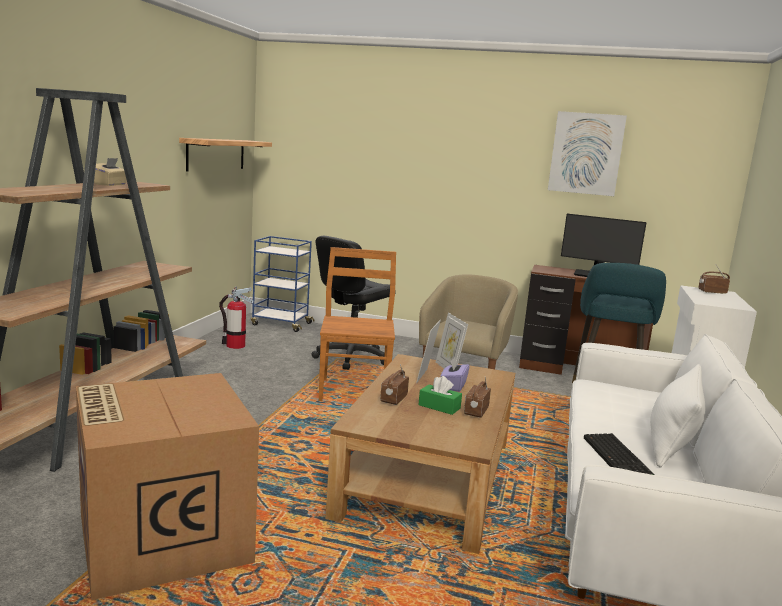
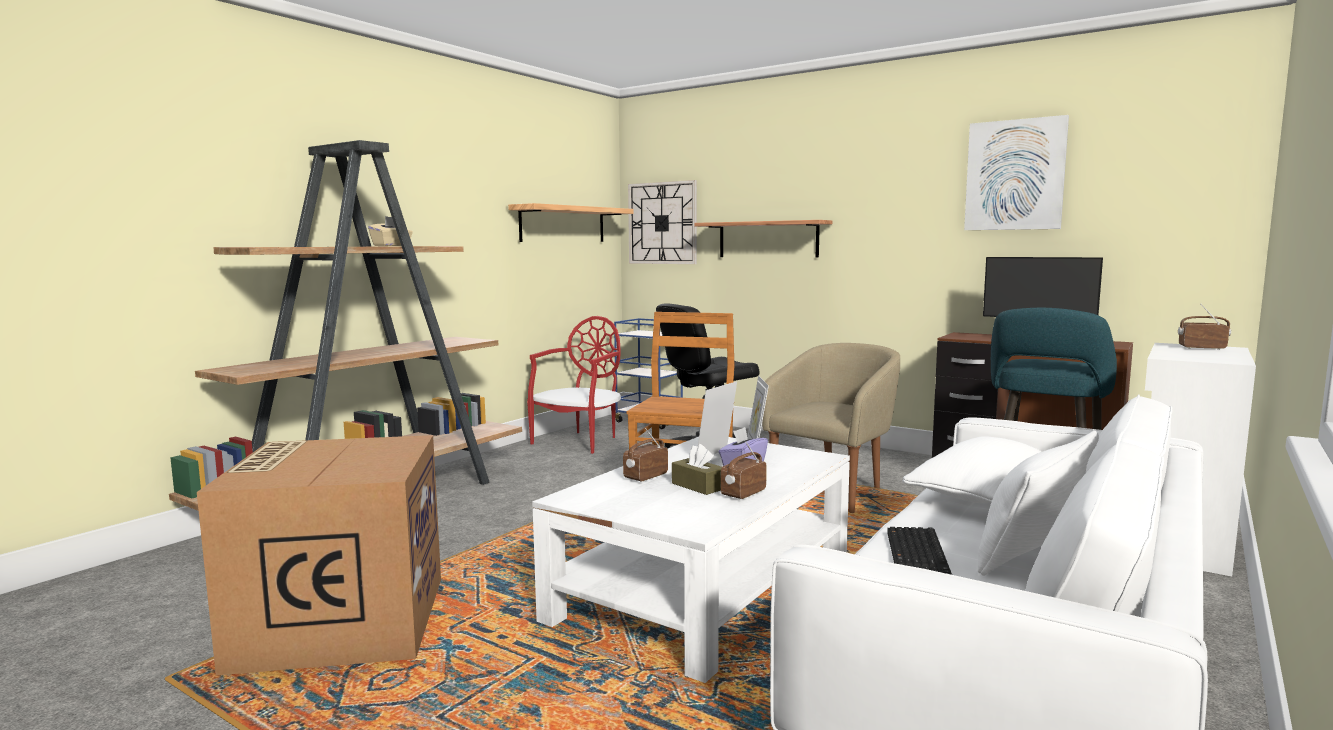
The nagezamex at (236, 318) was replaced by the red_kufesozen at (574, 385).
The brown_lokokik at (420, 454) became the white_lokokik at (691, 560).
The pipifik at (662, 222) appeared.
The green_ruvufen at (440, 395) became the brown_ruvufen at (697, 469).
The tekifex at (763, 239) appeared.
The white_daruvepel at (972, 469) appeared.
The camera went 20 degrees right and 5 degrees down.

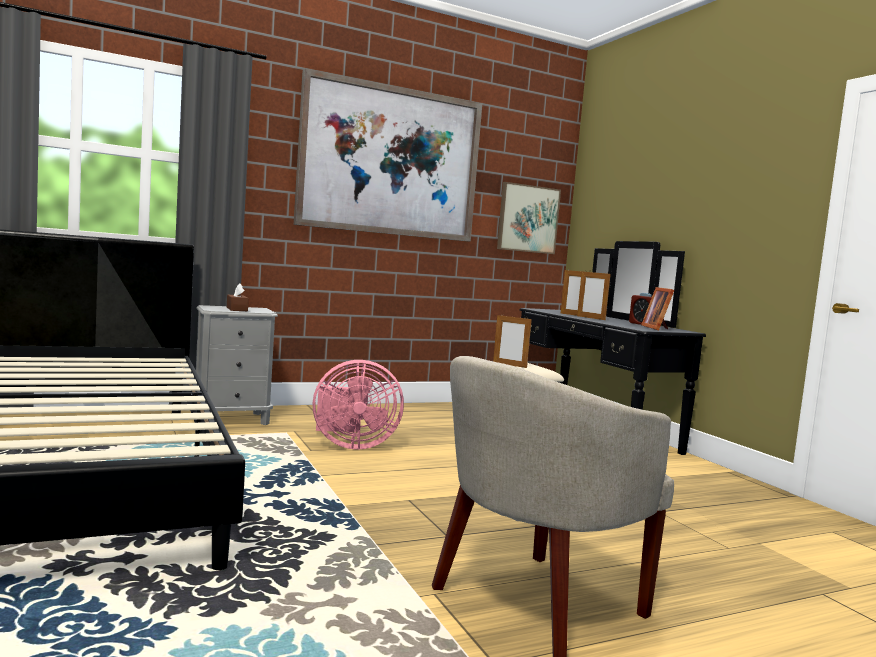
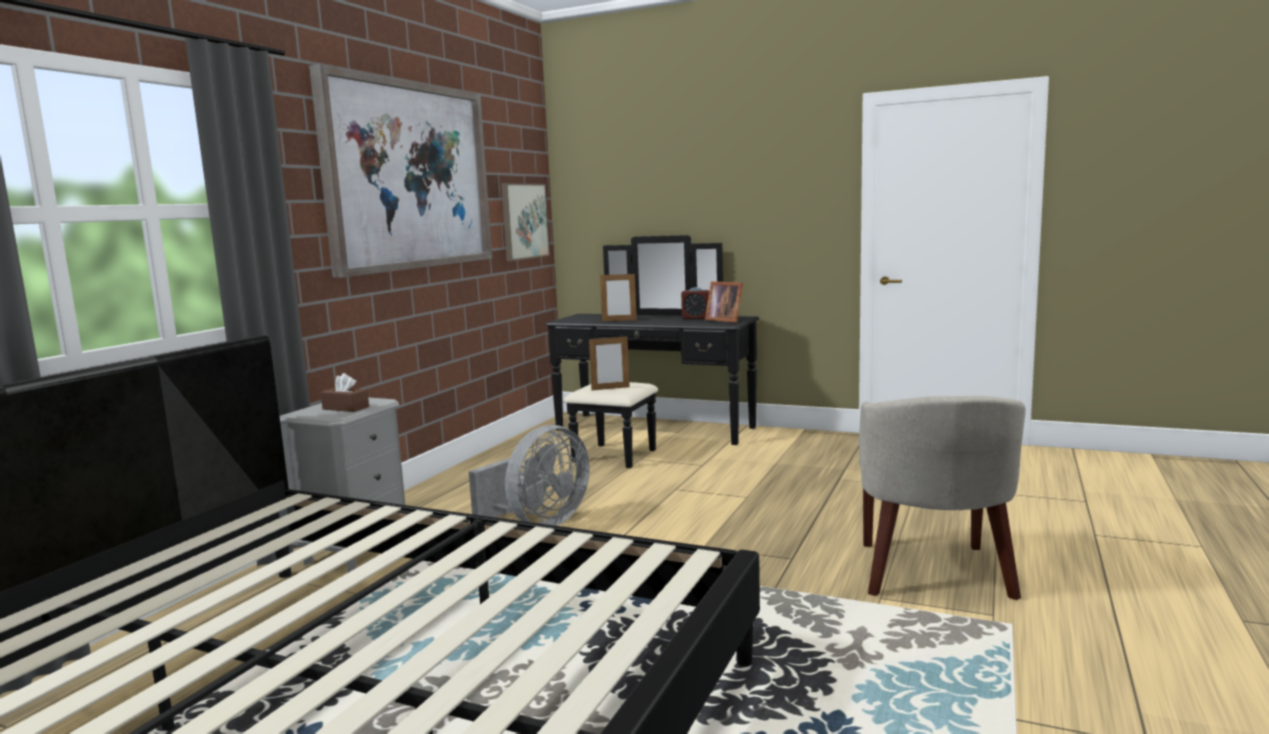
The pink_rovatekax at (358, 405) became the grey_rovatekax at (529, 475).
The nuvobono at (594, 295) disappeared.
The camera went 40 degrees left and 5 degrees up.

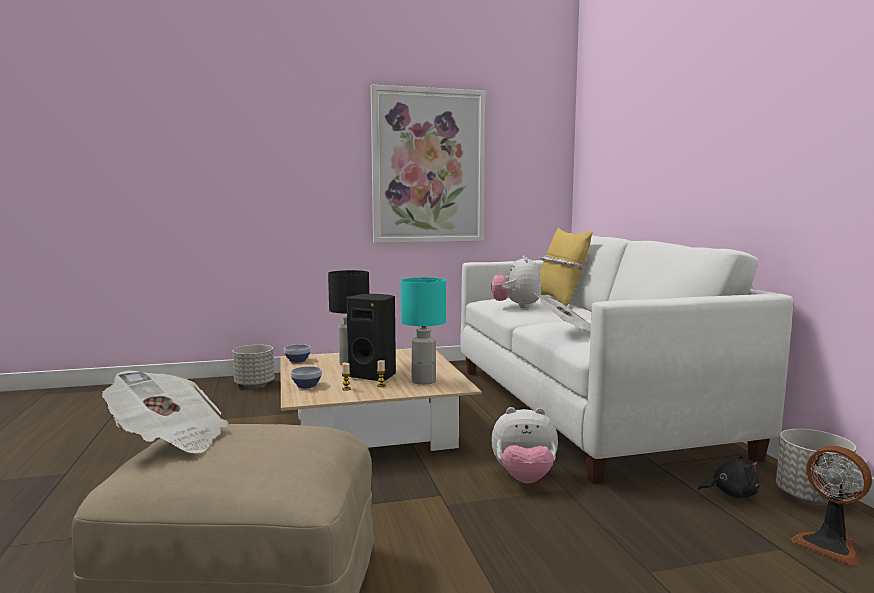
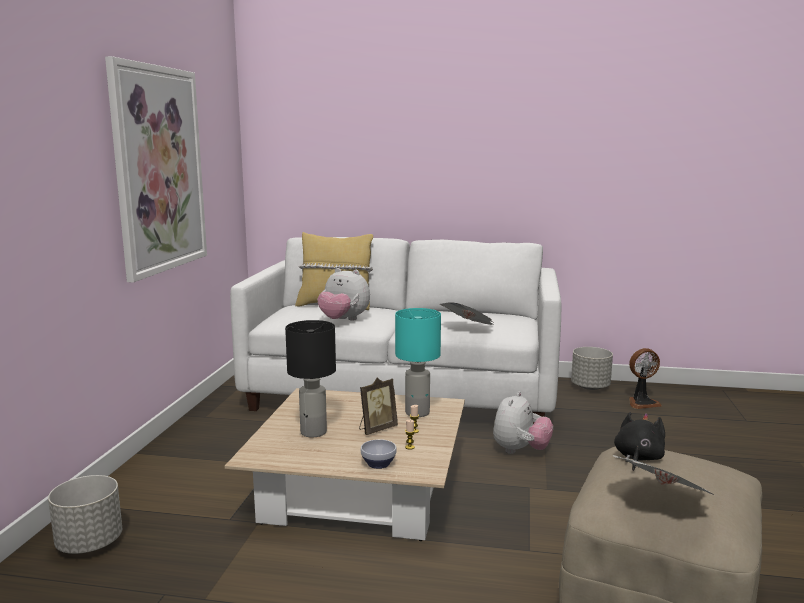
The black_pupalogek at (371, 337) was replaced by the nuvobono at (378, 406).
The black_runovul moved from (728, 476) to (639, 441).
The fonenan at (297, 353) disappeared.
The camera went 65 degrees left and 5 degrees up.

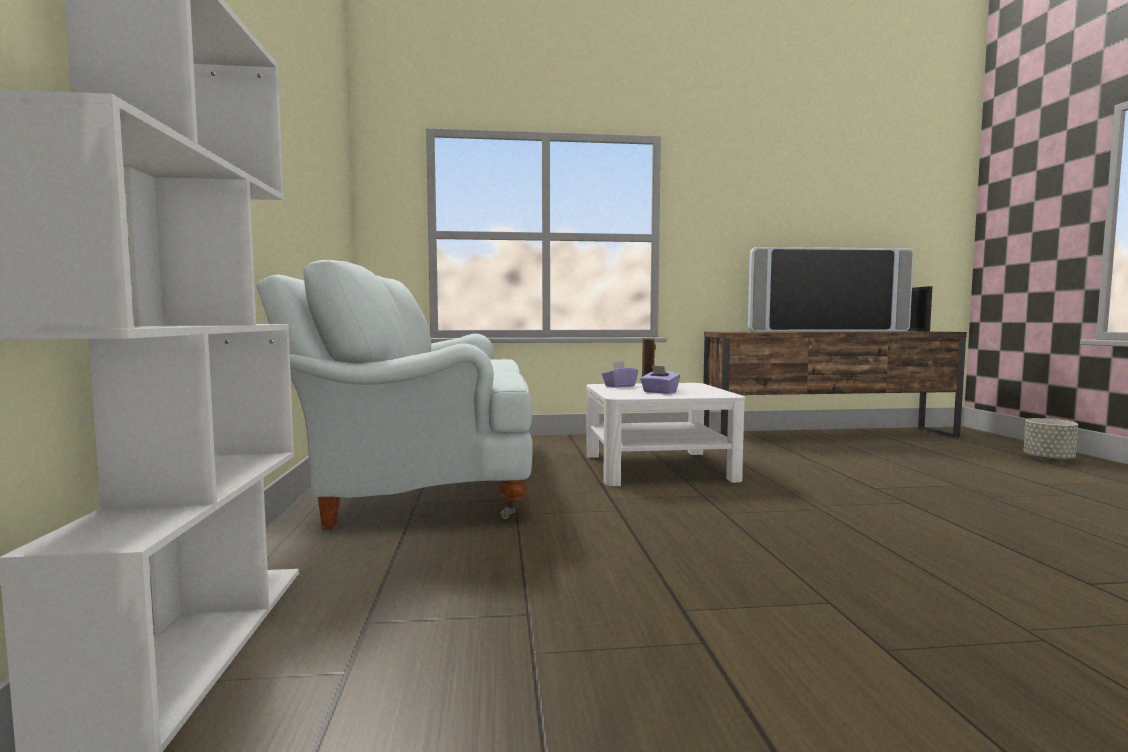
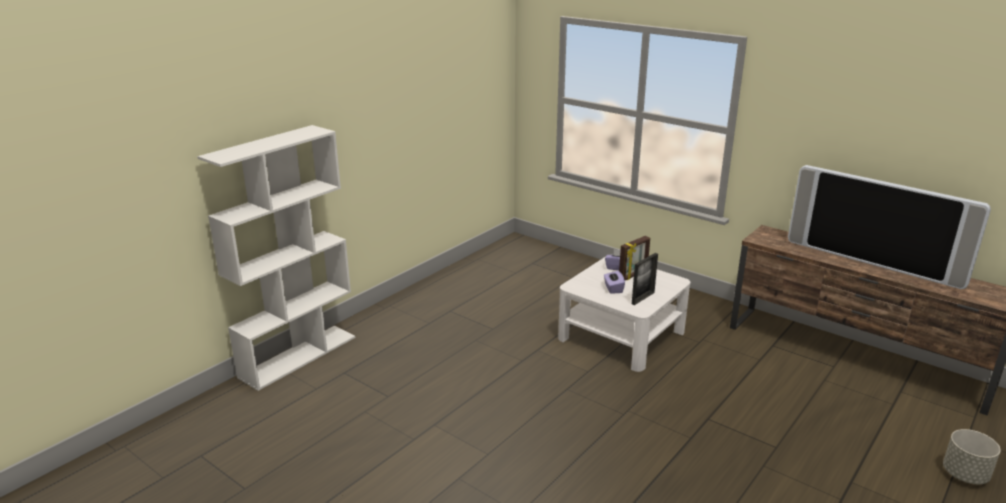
The nuvobono moved from (919, 309) to (645, 279).
The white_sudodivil at (394, 394) disappeared.
The camera went 45 degrees right and 20 degrees up.

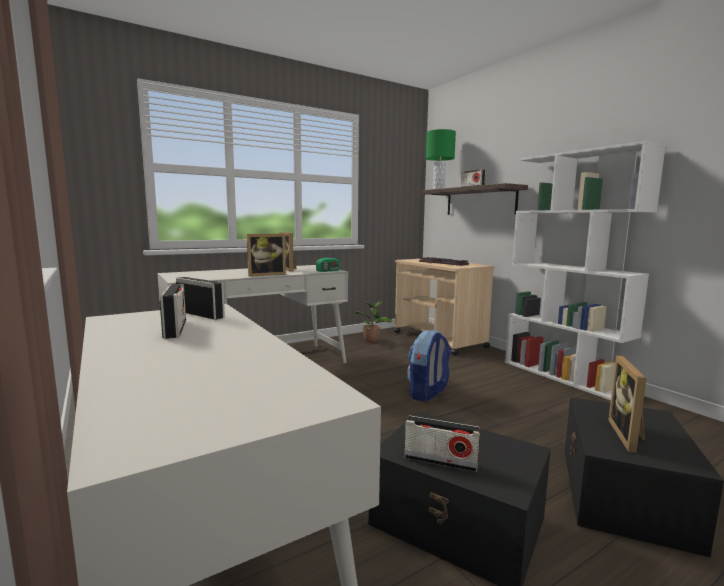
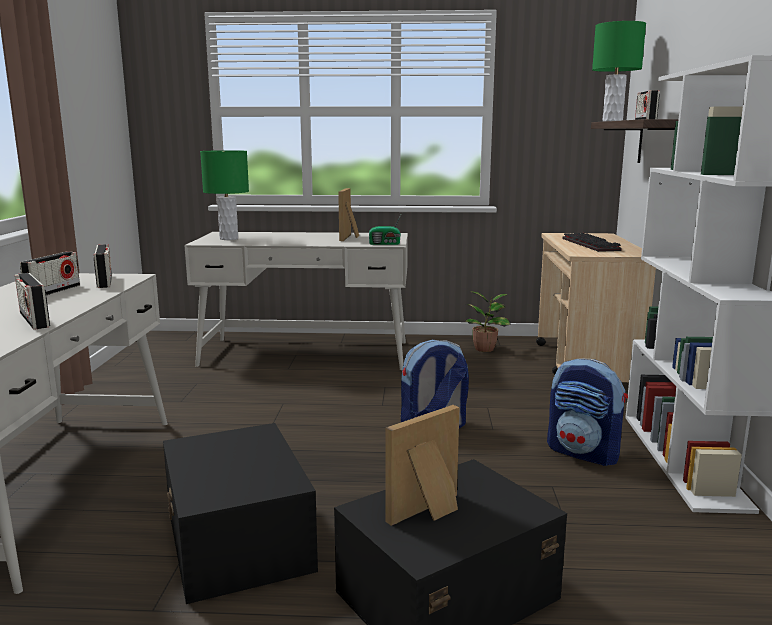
The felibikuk moved from (442, 443) to (32, 301).
The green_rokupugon at (224, 195) appeared.
The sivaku at (587, 412) appeared.
The nuvobono at (266, 255) disappeared.
The camera went 35 degrees right and 5 degrees up.

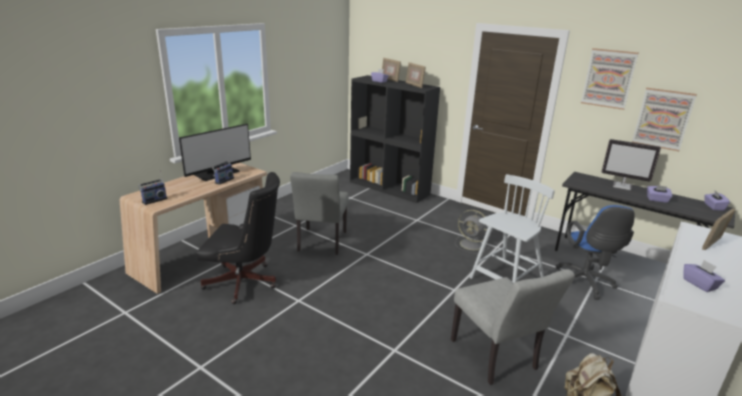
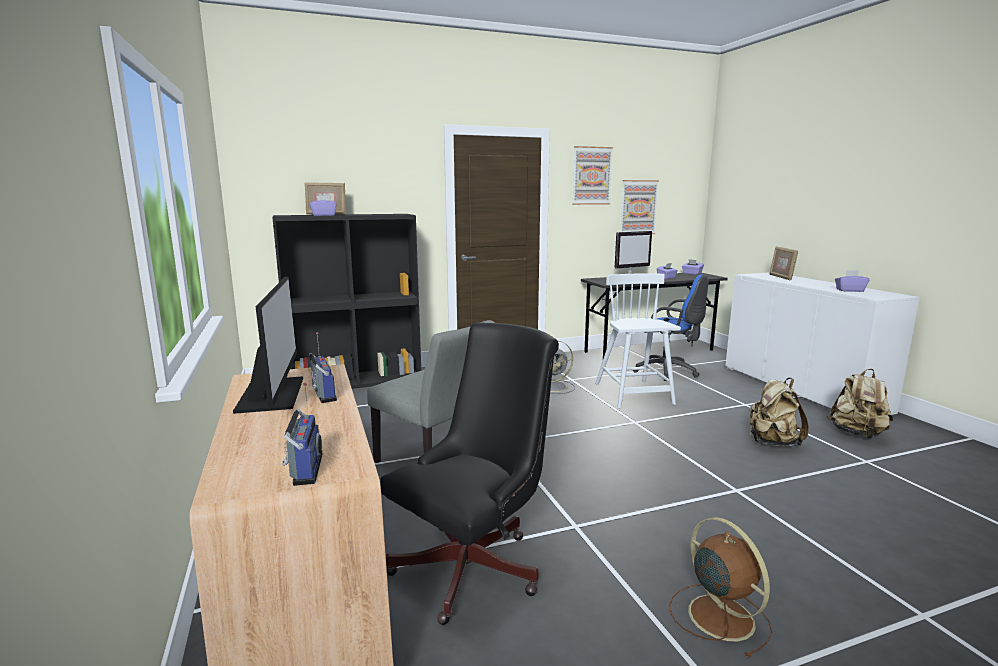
The brown_rovatekax at (721, 587) appeared.
The grey_kufesozen at (513, 327) was replaced by the beige_sivaku at (779, 412).
The nuvobono at (416, 75) disappeared.
The camera went 55 degrees left and 10 degrees down.

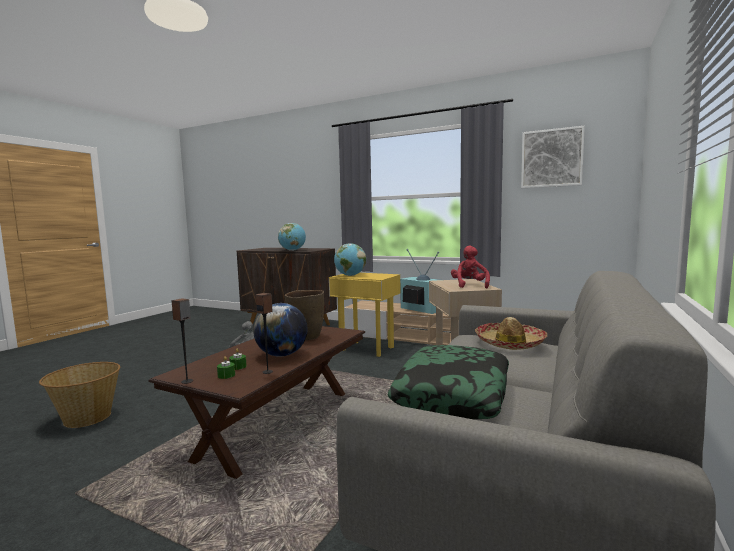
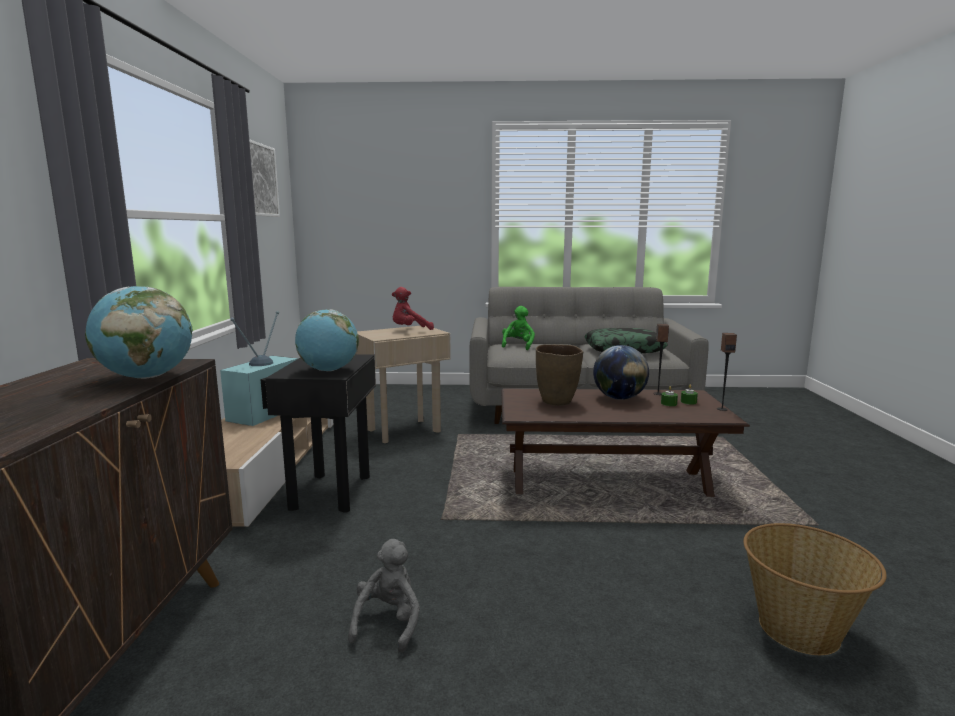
The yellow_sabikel at (365, 315) became the black_sabikel at (320, 433).
The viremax at (511, 333) was replaced by the green_runovul at (518, 328).
The camera went 115 degrees left and 5 degrees up.

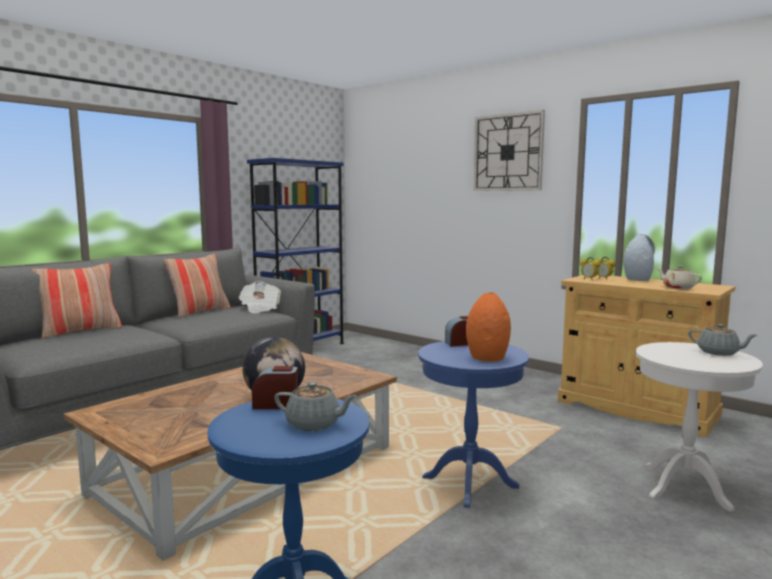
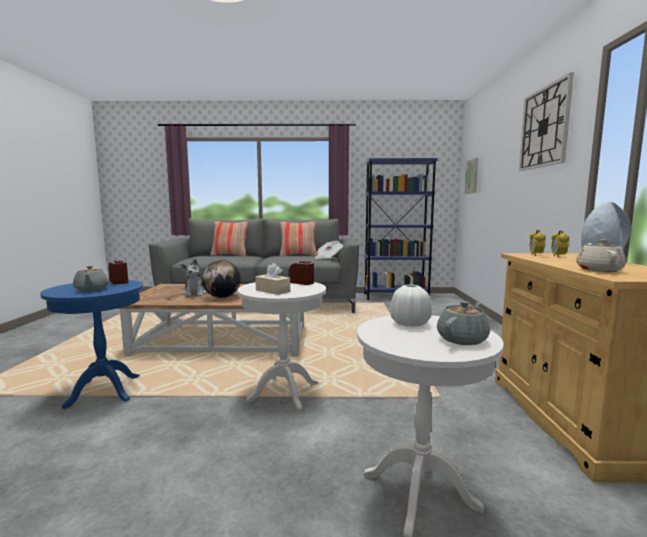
The runovul at (194, 278) appeared.
The blue_sabikel at (473, 424) became the white_sabikel at (282, 346).
The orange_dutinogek at (488, 326) was replaced by the beige_ruvufen at (272, 279).
The white_dutinogek at (411, 305) appeared.
The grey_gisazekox at (722, 340) turned 135 degrees counterclockwise.
The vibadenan at (471, 176) appeared.
The camera went 50 degrees right and 0 degrees up.

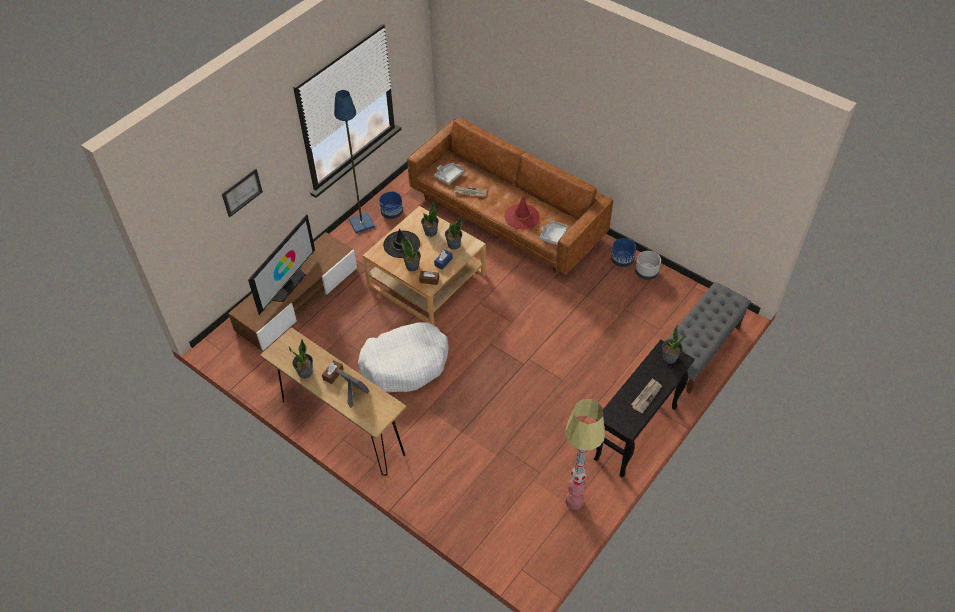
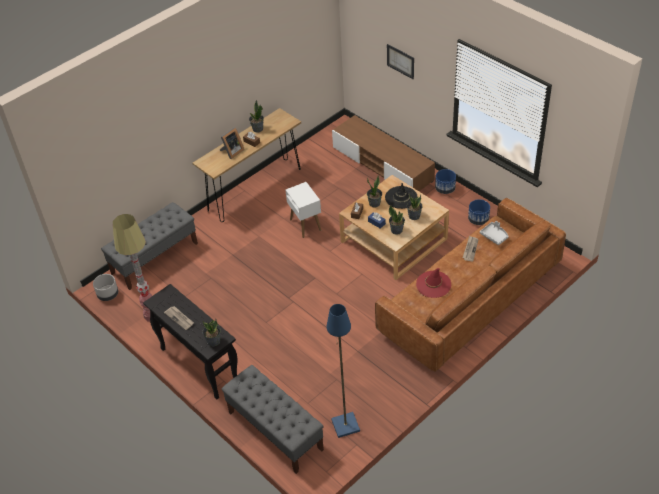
The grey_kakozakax moved from (648, 265) to (105, 287).
The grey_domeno at (149, 246) appeared.
The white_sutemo at (403, 357) was replaced by the white_sabikel at (303, 210).
The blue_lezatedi moved from (354, 161) to (343, 371).
The blue_kakozakax moved from (623, 252) to (445, 181).
The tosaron at (281, 264) disappeared.
The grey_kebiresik at (553, 233) disappeared.
The camera went 100 degrees right and 5 degrees down.

